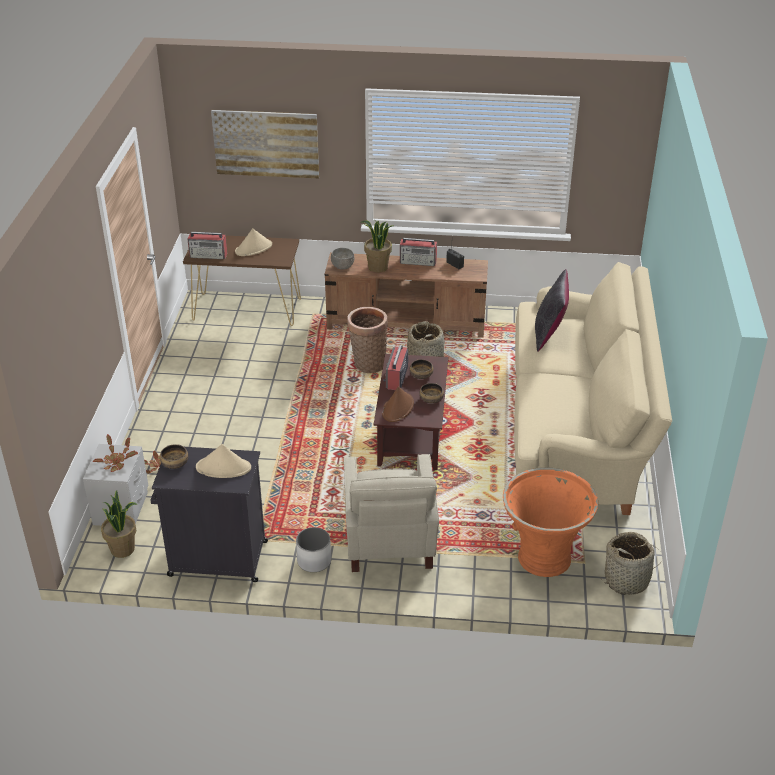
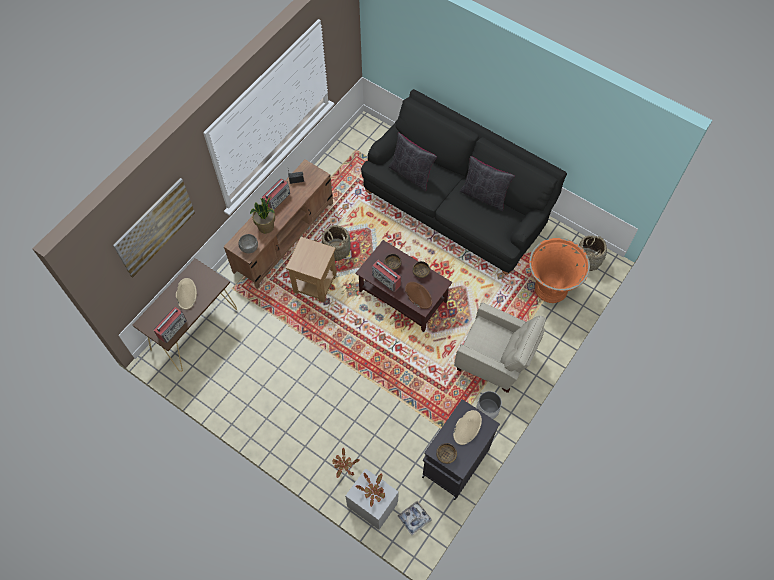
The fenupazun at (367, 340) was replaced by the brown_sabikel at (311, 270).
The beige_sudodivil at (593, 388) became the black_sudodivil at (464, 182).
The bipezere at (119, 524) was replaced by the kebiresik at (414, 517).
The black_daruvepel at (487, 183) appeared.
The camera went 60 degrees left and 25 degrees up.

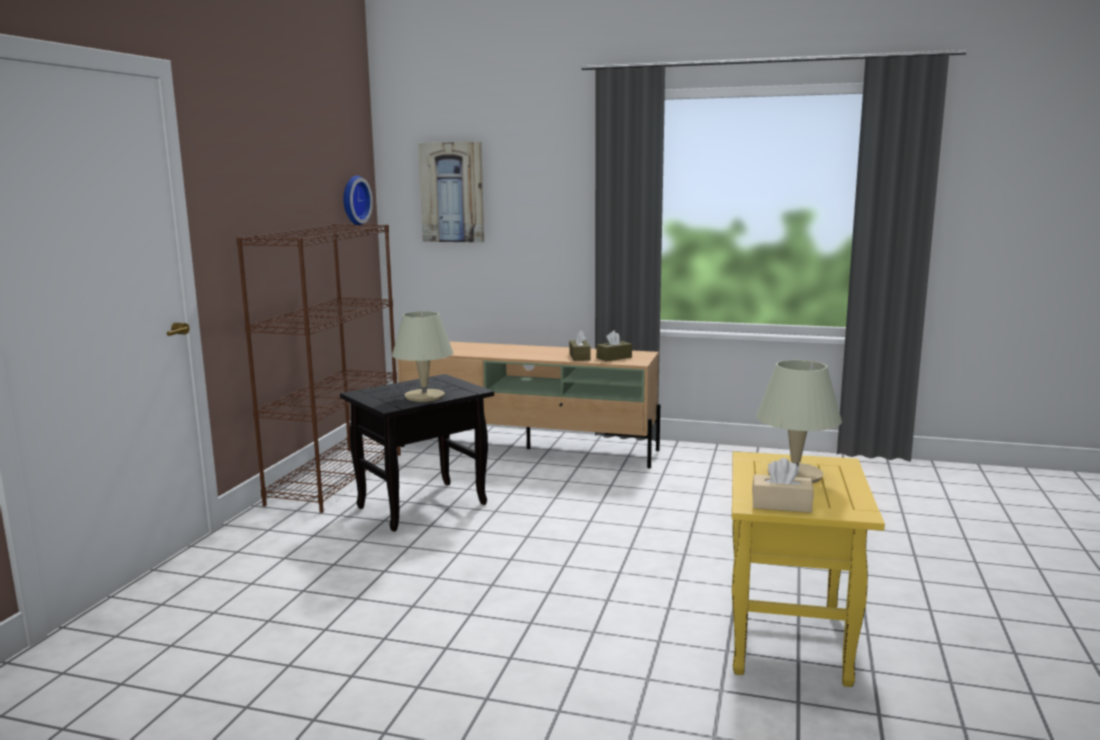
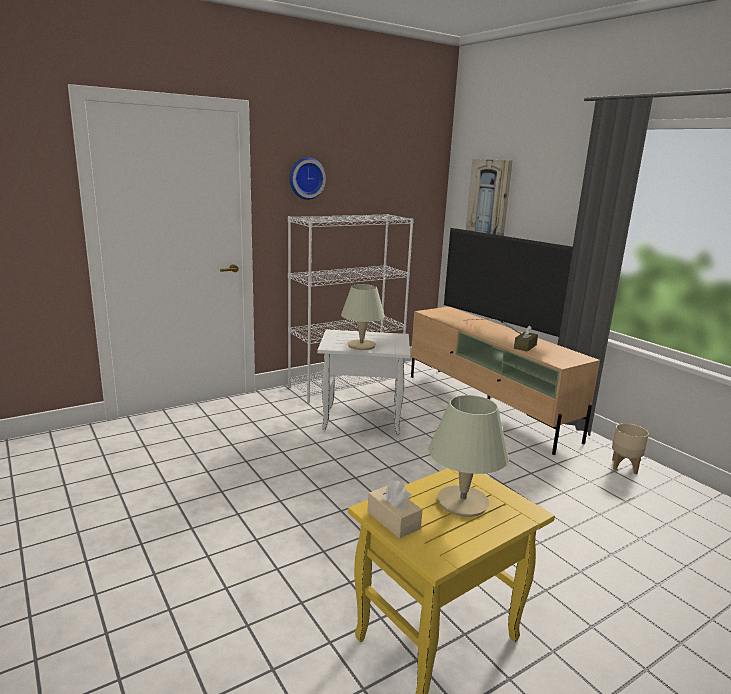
The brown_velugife at (318, 368) became the white_velugife at (351, 308).
The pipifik moved from (358, 200) to (307, 178).
The black_sabikel at (417, 453) became the white_sabikel at (363, 382).
The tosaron at (508, 282) appeared.
The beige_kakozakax at (630, 448) appeared.
The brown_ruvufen at (614, 346) disappeared.
The camera went 40 degrees right and 5 degrees up.

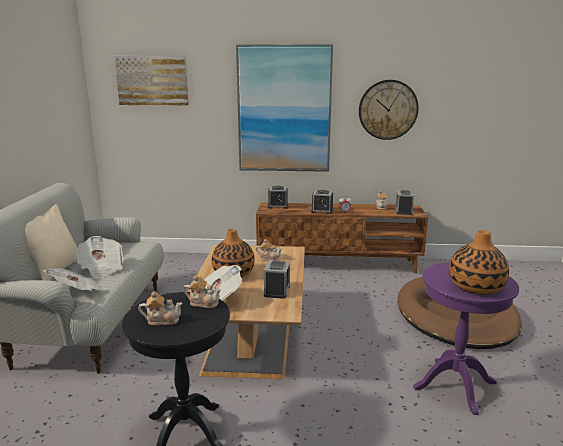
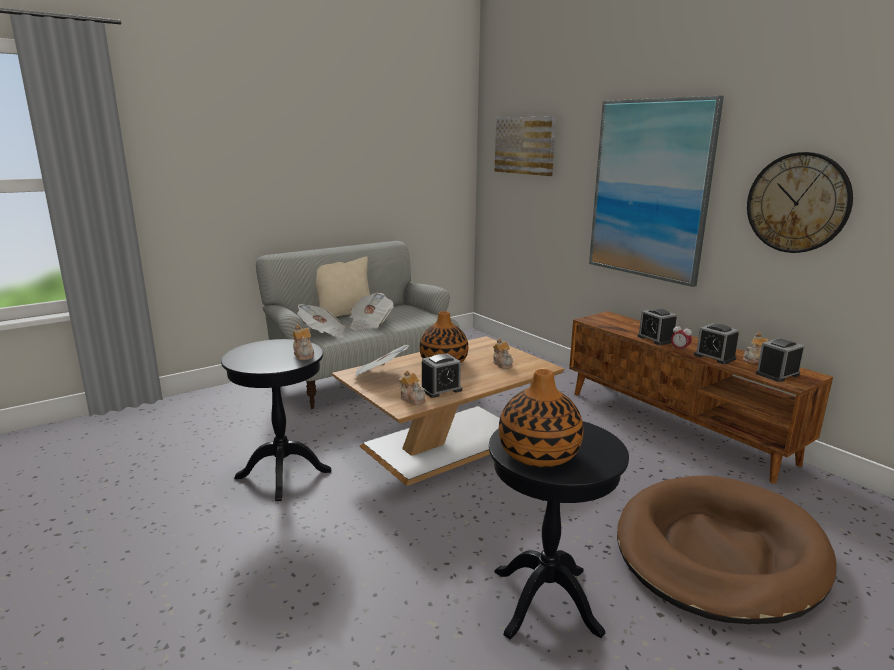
The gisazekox moved from (160, 308) to (412, 387).
The purple_sabikel at (466, 338) became the black_sabikel at (559, 530).
The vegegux moved from (278, 197) to (716, 343).
The camera went 50 degrees right and 0 degrees up.

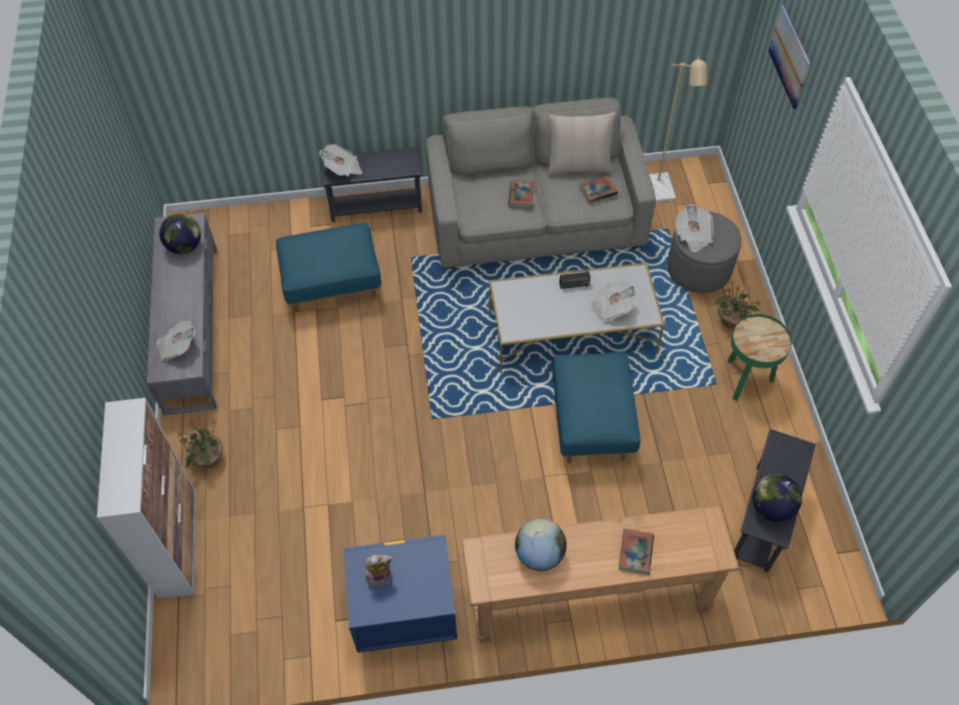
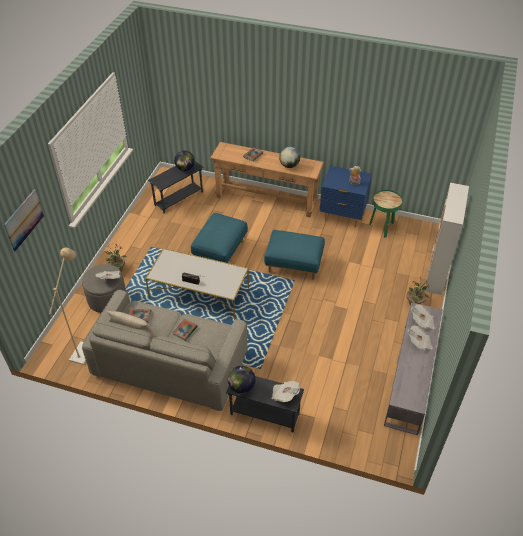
The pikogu moved from (180, 234) to (241, 380).
The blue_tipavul moved from (328, 267) to (294, 255).
The green_sabikel moved from (759, 357) to (386, 214).
The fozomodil moved from (613, 301) to (420, 337).
The camera went 155 degrees left and 10 degrees down.

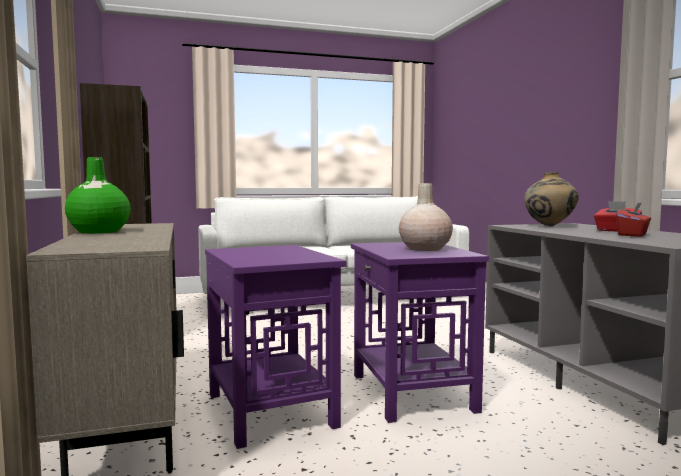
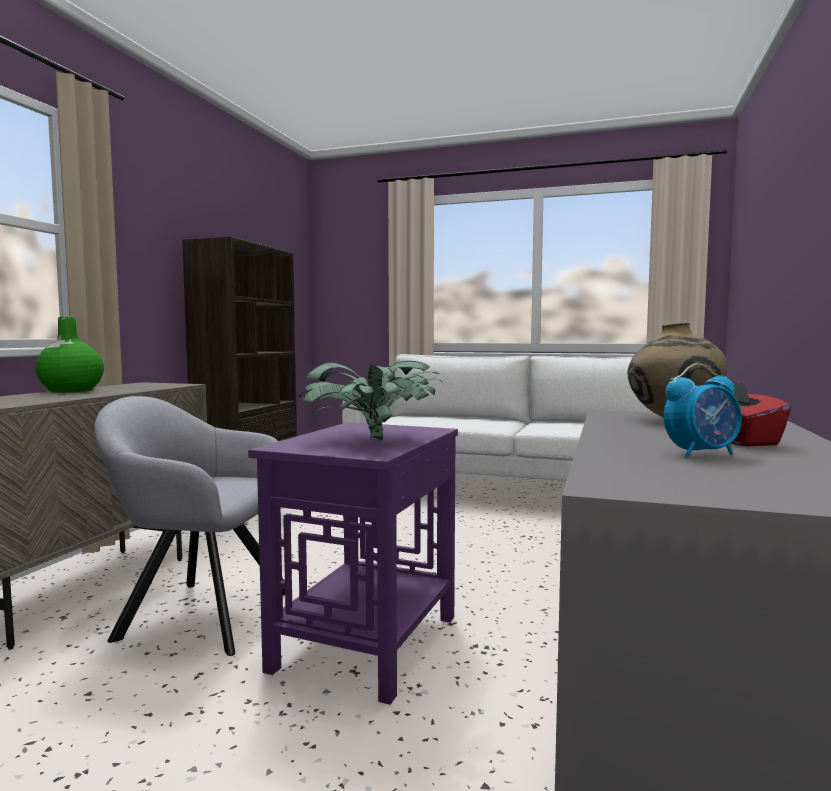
The purple_sabikel at (275, 347) was replaced by the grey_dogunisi at (189, 526).
The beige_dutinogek at (426, 217) was replaced by the bipezere at (370, 400).
The red_ruvufen at (633, 220) was replaced by the vegegux at (703, 410).
The camera went 35 degrees right and 0 degrees up.

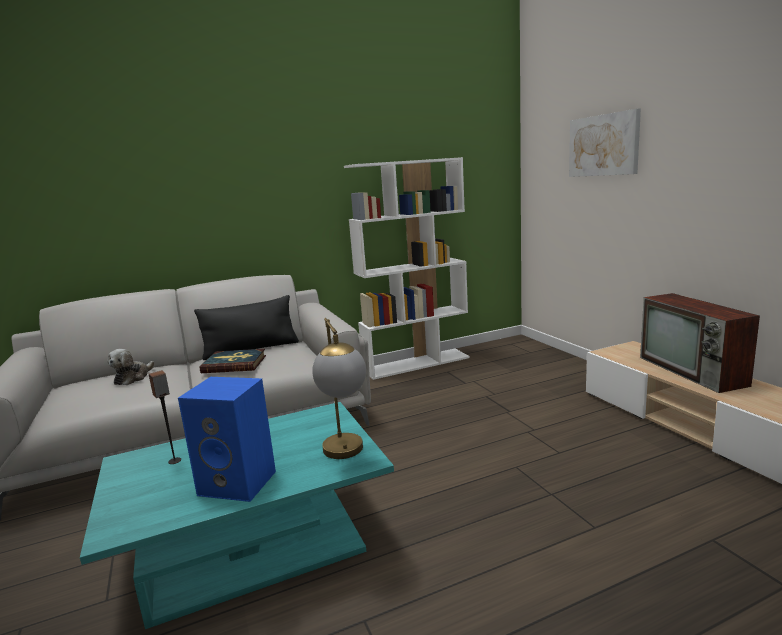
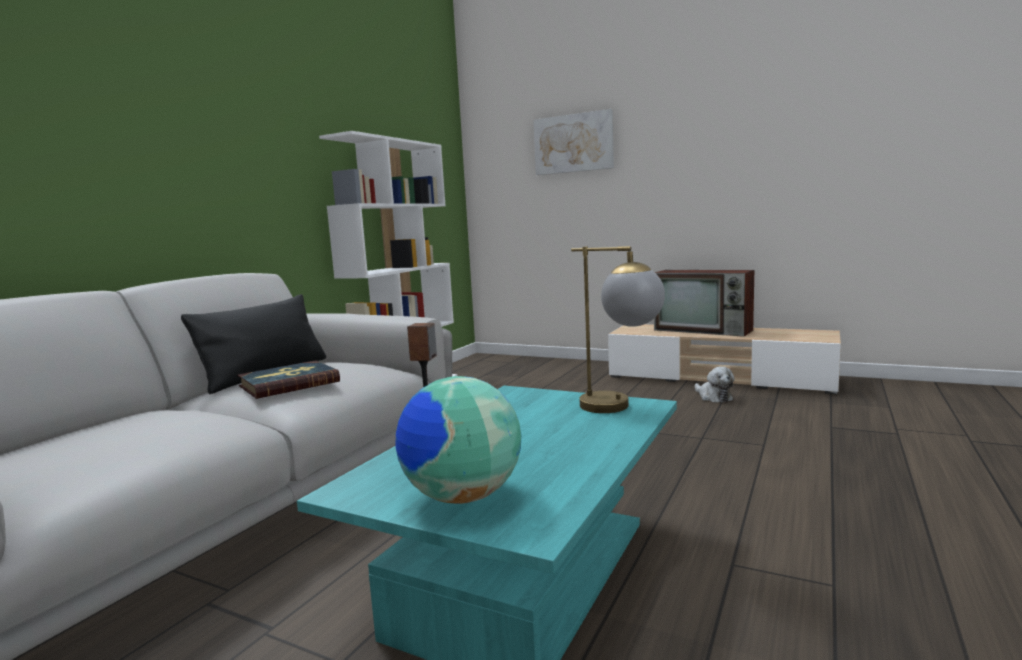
The pikogu at (458, 440) appeared.
The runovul moved from (131, 367) to (715, 385).
The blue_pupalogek at (227, 439) disappeared.
The camera went 40 degrees left and 5 degrees down.

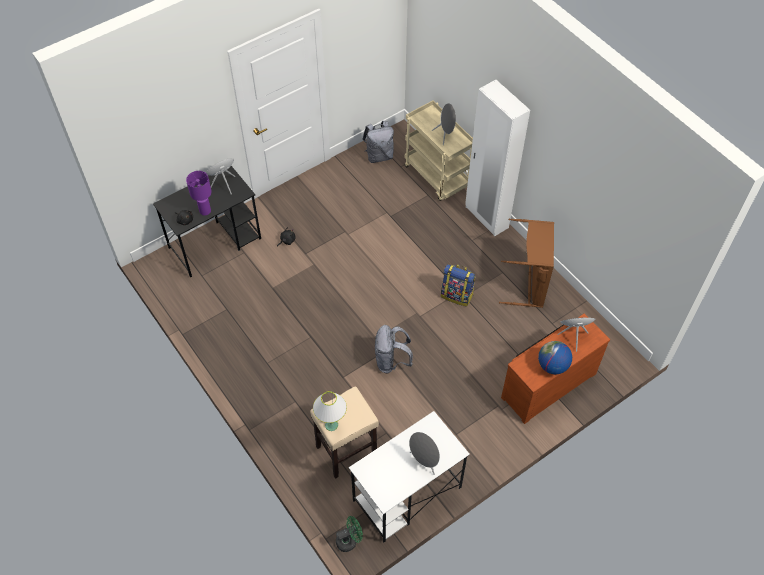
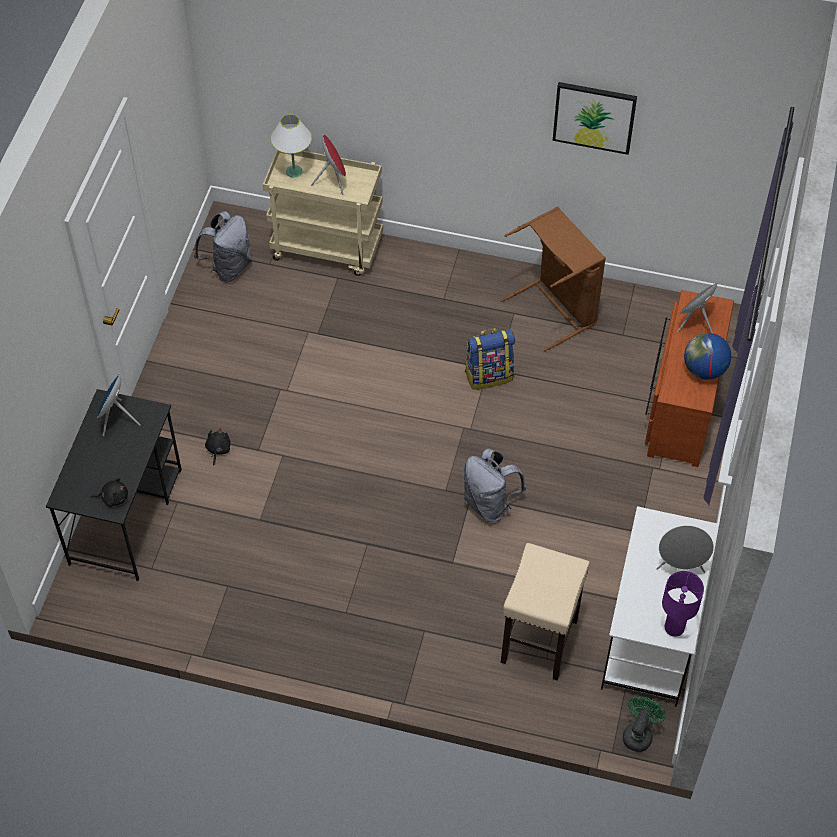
The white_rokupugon moved from (330, 411) to (291, 146).
The grey_pupalogek at (444, 124) became the red_pupalogek at (328, 165).
The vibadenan at (595, 118) appeared.
The purple_rokupugon moved from (199, 193) to (683, 604).
The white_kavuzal at (497, 158) disappeared.
The camera went 40 degrees left and 0 degrees up.

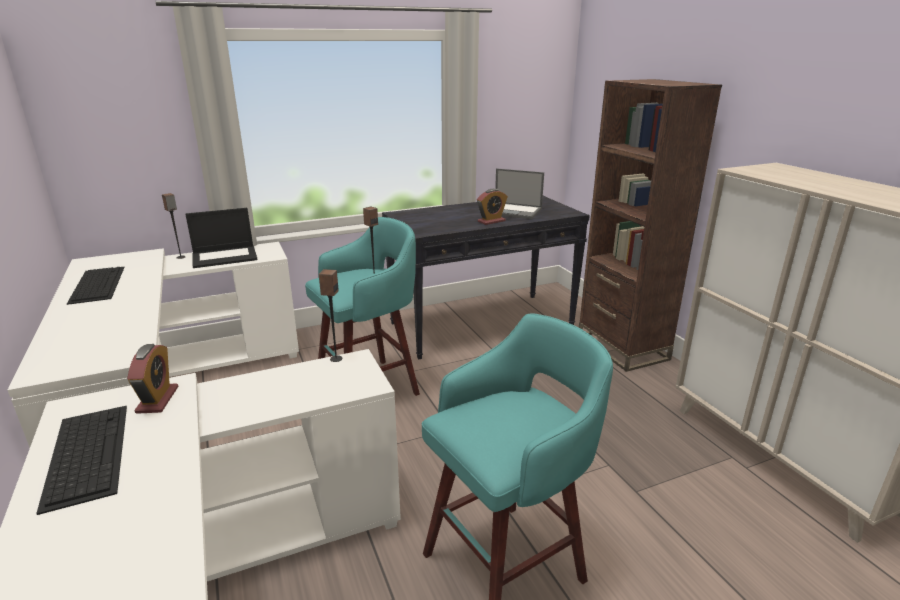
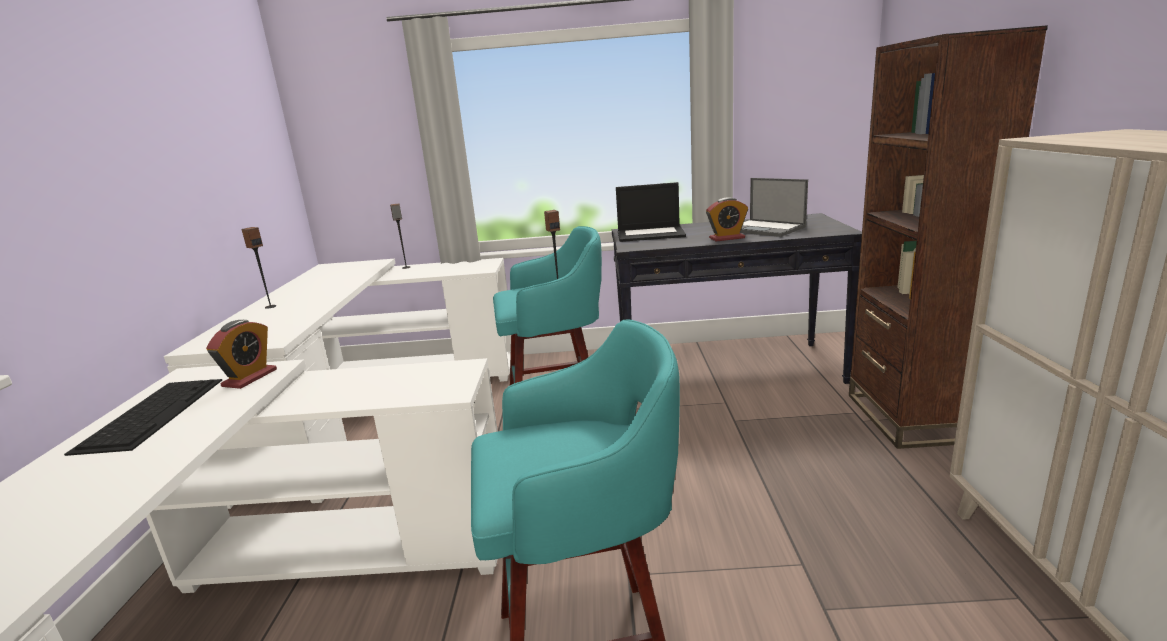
The pupalogek moved from (330, 315) to (259, 268).
The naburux moved from (221, 238) to (651, 212).
The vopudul at (95, 286) disappeared.
The camera went 25 degrees right and 5 degrees down.

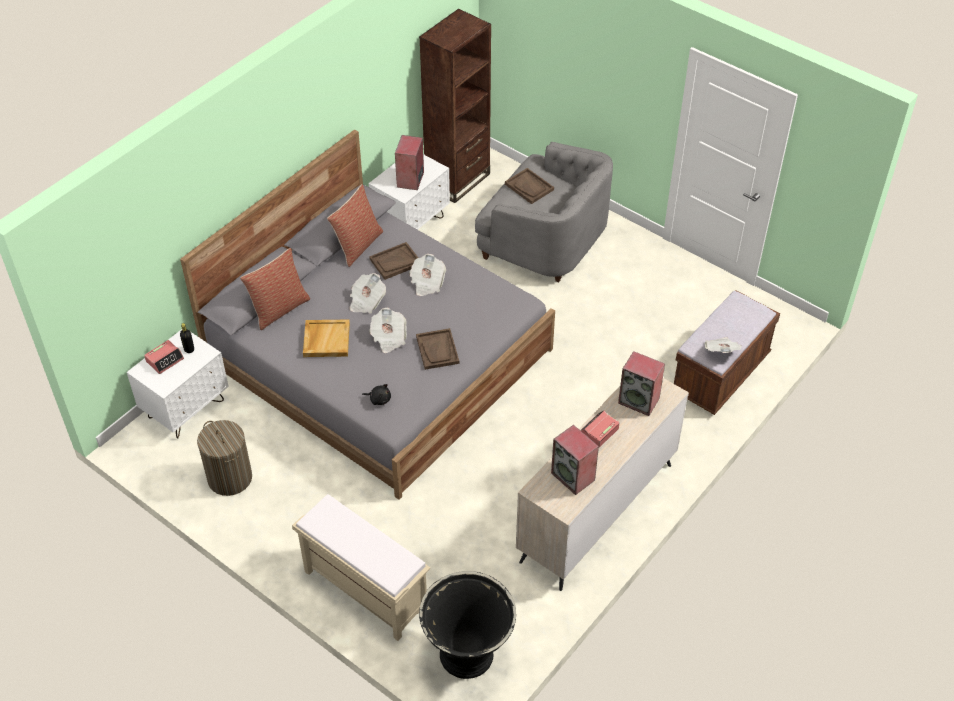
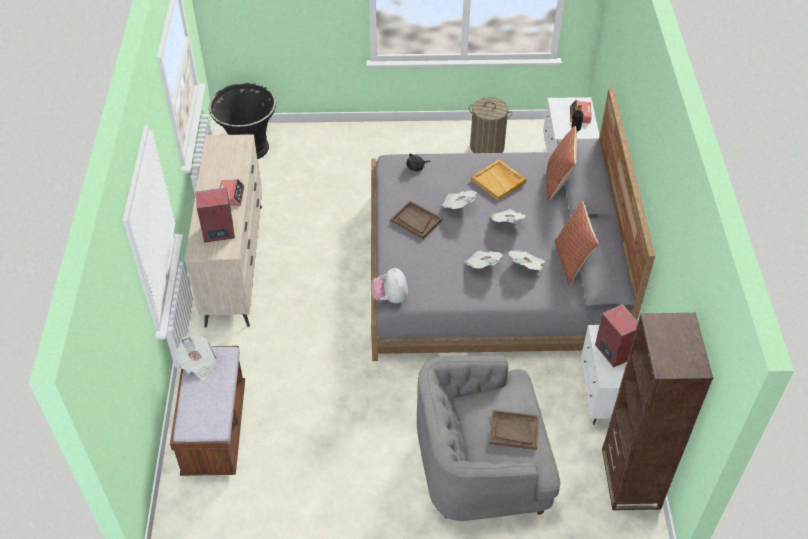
The runovul at (390, 285) appeared.
The brown_kebiresik at (393, 261) was replaced by the fozomodil at (527, 260).
The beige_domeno at (361, 567) disappeared.
The pupalogek at (575, 460) disappeared.
The camera went 140 degrees right and 0 degrees up.

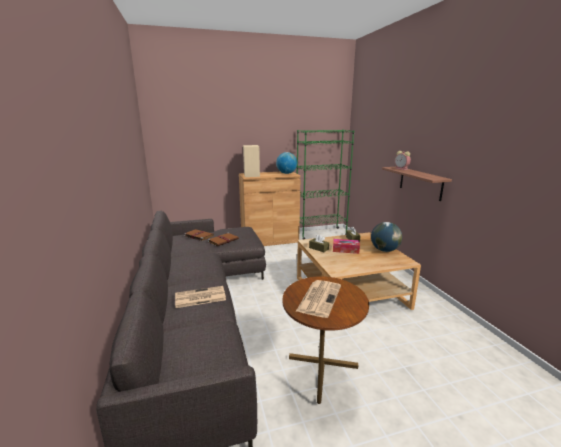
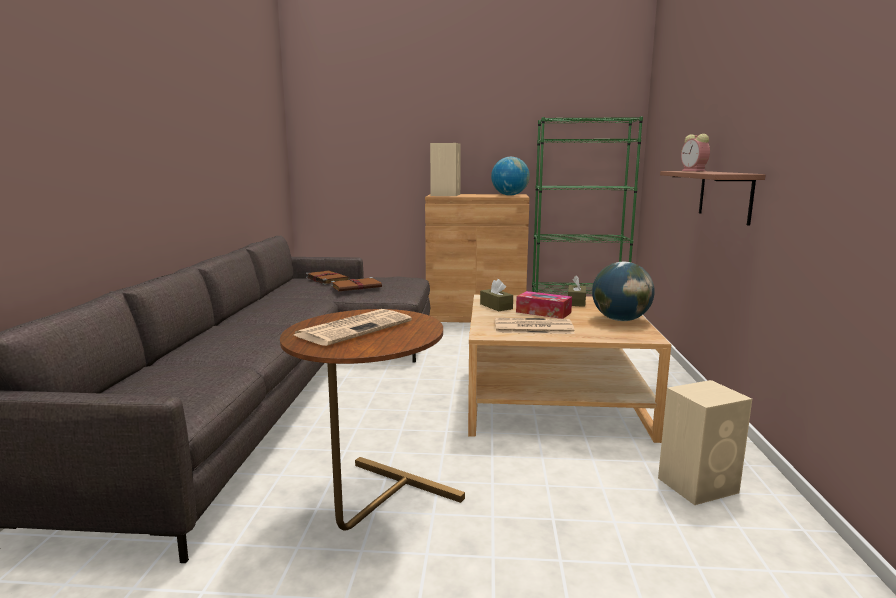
The fozomodil moved from (200, 297) to (535, 326).
The beige_pupalogek at (705, 442) appeared.
The camera went 20 degrees right and 5 degrees down.

